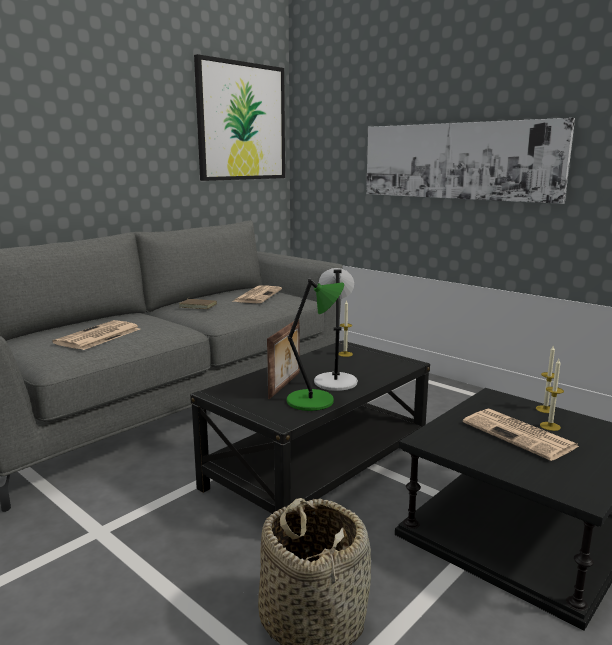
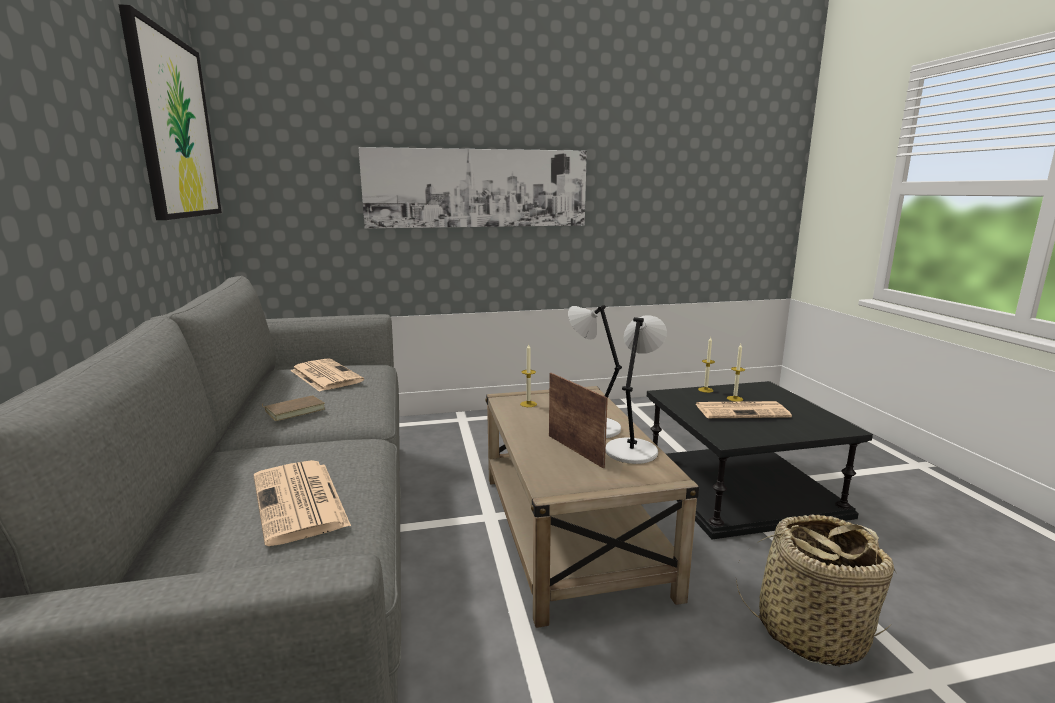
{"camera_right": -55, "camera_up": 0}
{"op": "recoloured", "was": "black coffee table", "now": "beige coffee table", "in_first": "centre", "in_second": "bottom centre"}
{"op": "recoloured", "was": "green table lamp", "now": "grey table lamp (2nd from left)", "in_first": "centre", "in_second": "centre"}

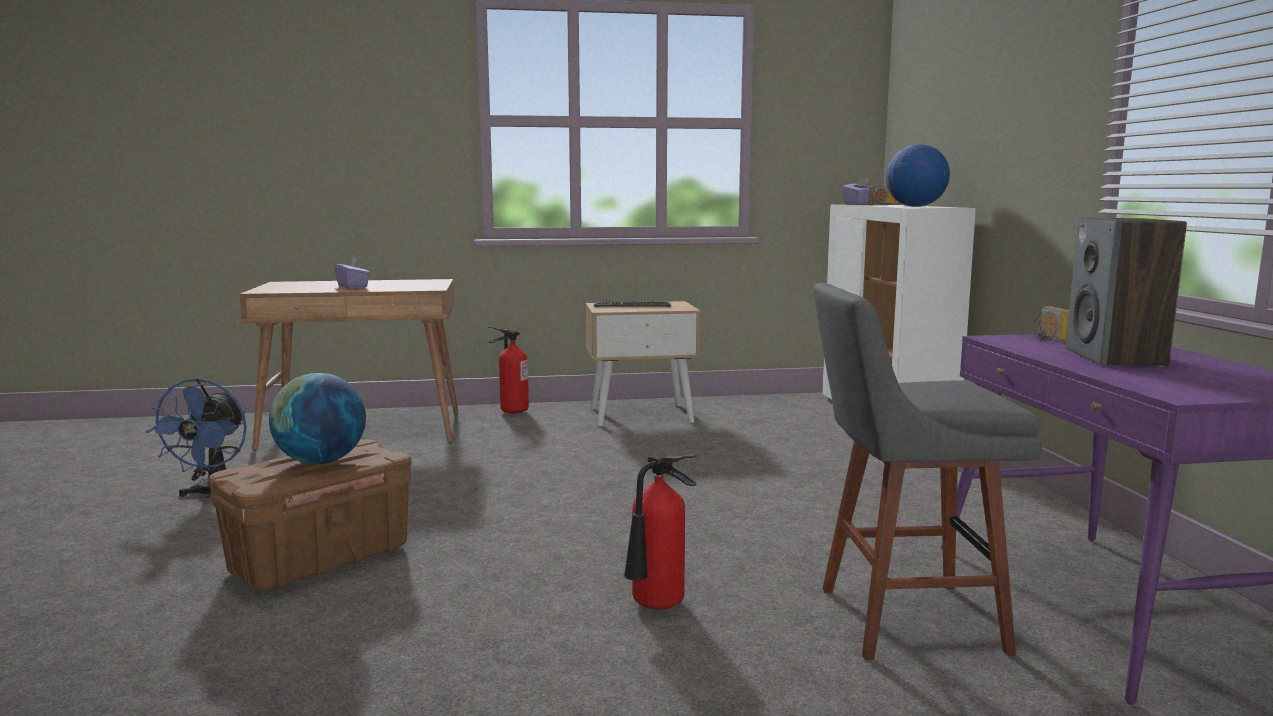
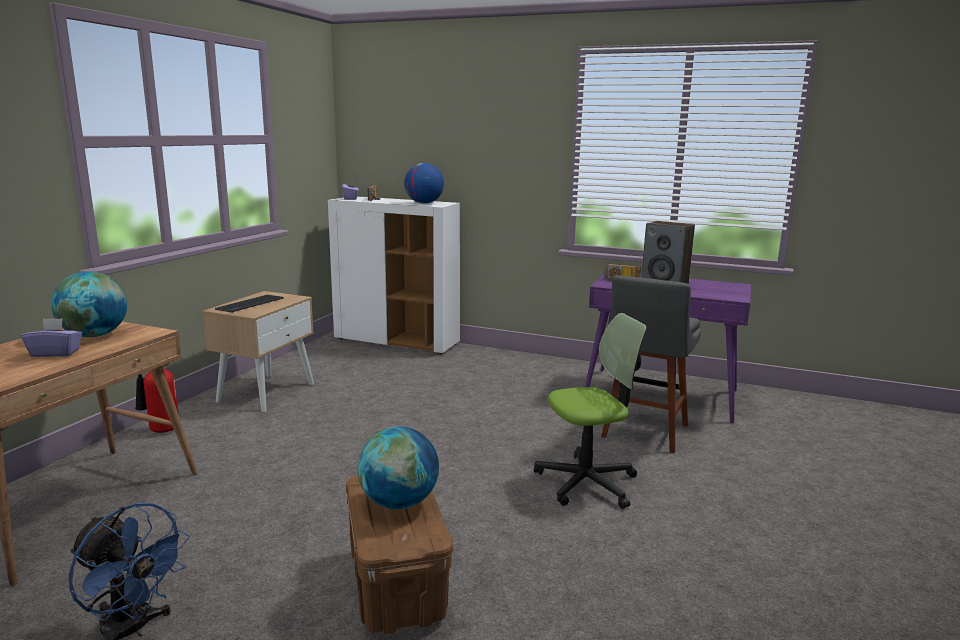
{"camera_right": -60, "camera_up": 5}
{"op": "replaced", "was": "fire extinguisher (2nd from left)", "now": "office chair", "in_first": "bottom centre", "in_second": "centre"}
{"op": "added", "now": "globe (1st from left)", "in_second": "middle left"}

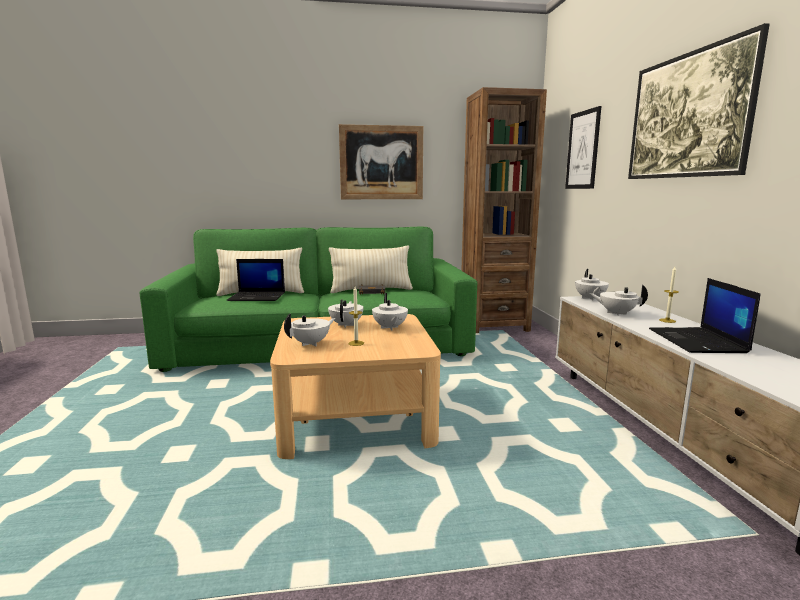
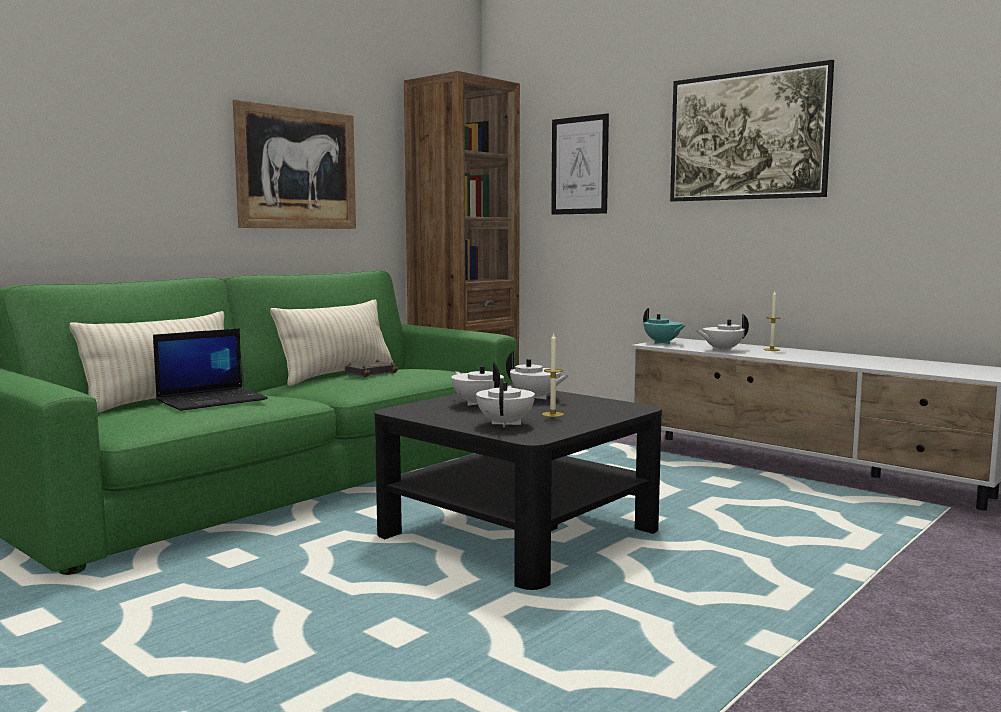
{"camera_right": -40, "camera_up": -5}
{"op": "recoloured", "was": "beige coffee table", "now": "black coffee table", "in_first": "centre", "in_second": "bottom centre"}
{"op": "recoloured", "was": "white teapot (4th from left)", "now": "turquoise teapot", "in_first": "middle right", "in_second": "centre"}
{"op": "removed", "was": "laptop (2nd from left)", "in_first": "middle right"}

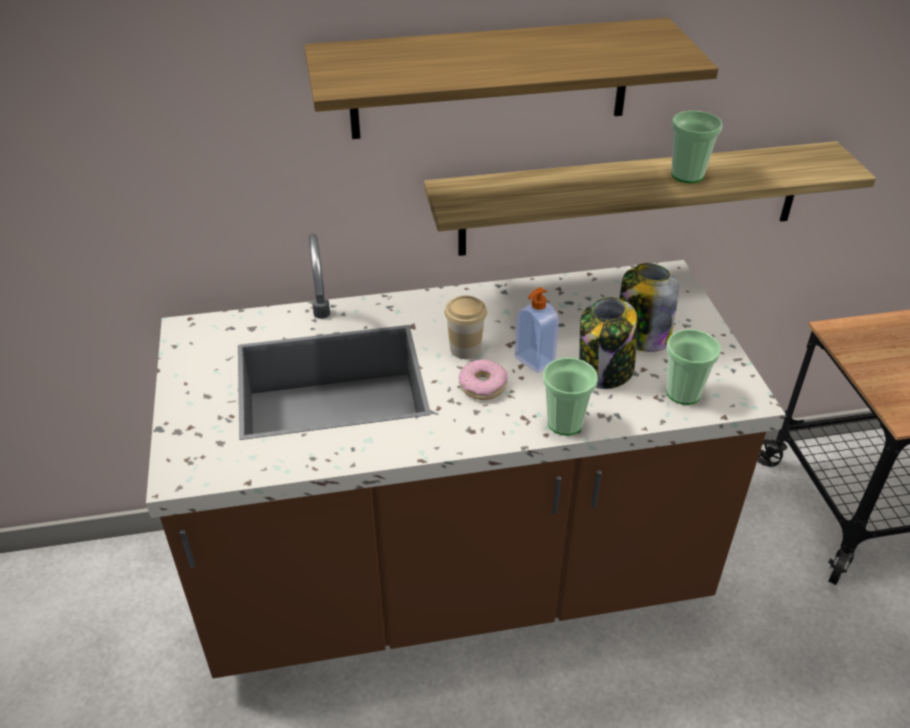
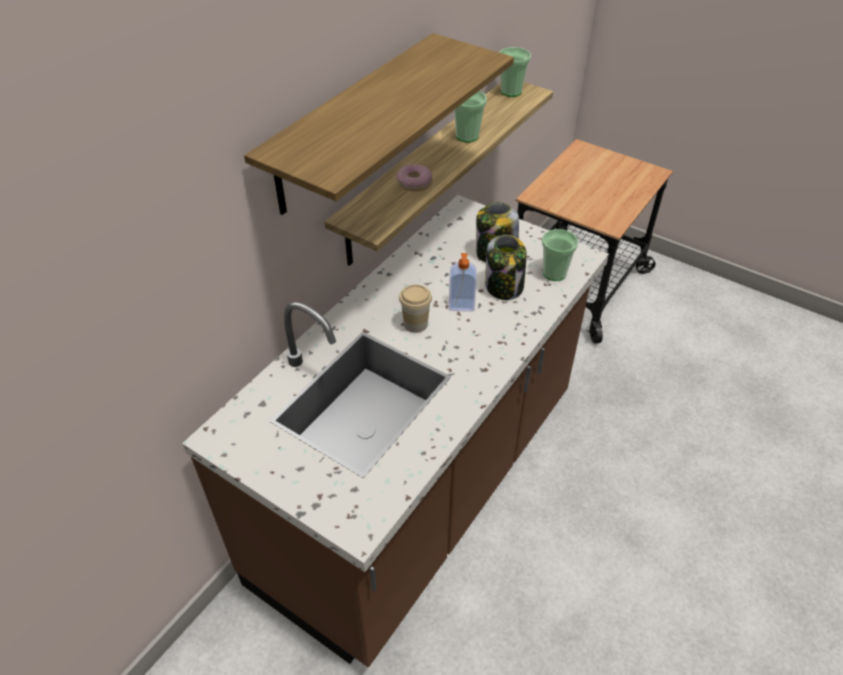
{"camera_right": -45, "camera_up": 5}
{"op": "moved", "was": "donut", "in_first": "centre", "in_second": "top centre"}
{"op": "moved", "was": "cup (2nd from left in the first image)", "now": "cup (3rd from left)", "in_first": "centre", "in_second": "top centre"}

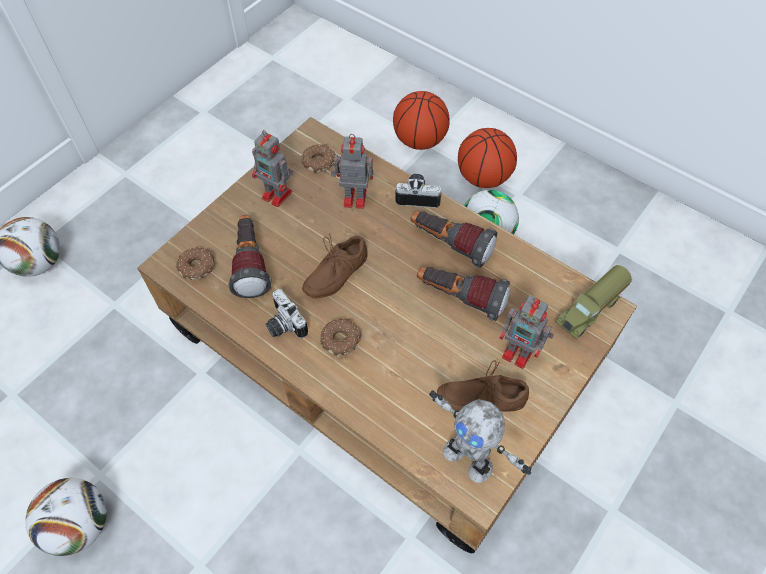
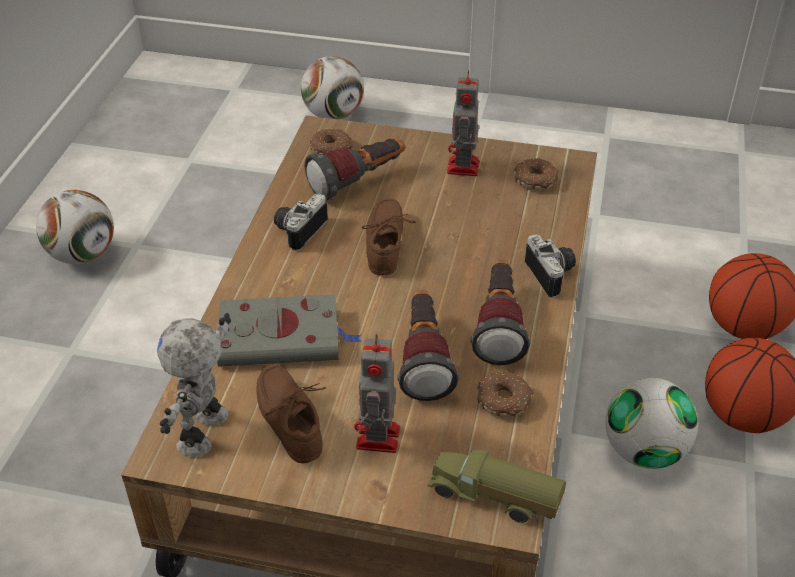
{"camera_right": 65, "camera_up": -15}
{"op": "turned", "was": "brown shoe (1st from left in the first image)", "in_first": "centre", "in_second": "centre", "clockwise": 75}
{"op": "moved", "was": "donut (3rd from left in the first image)", "now": "donut (2nd from left)", "in_first": "centre", "in_second": "bottom centre"}
{"op": "removed", "was": "toy robot (2nd from left)", "in_first": "top centre"}
{"op": "added", "now": "grey book", "in_second": "centre"}

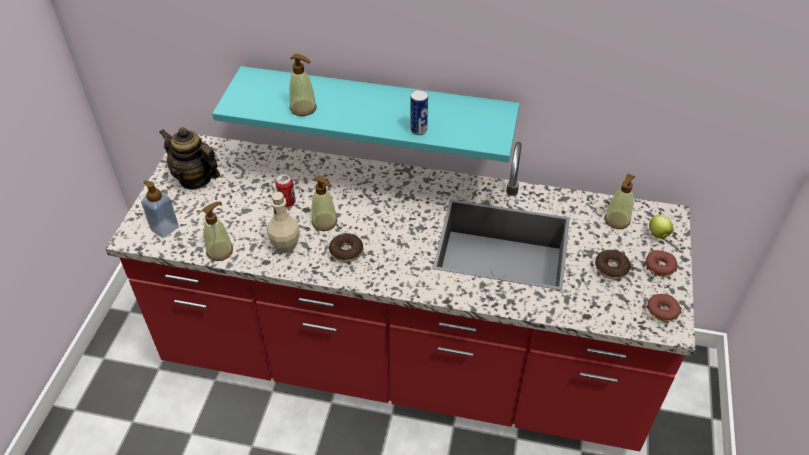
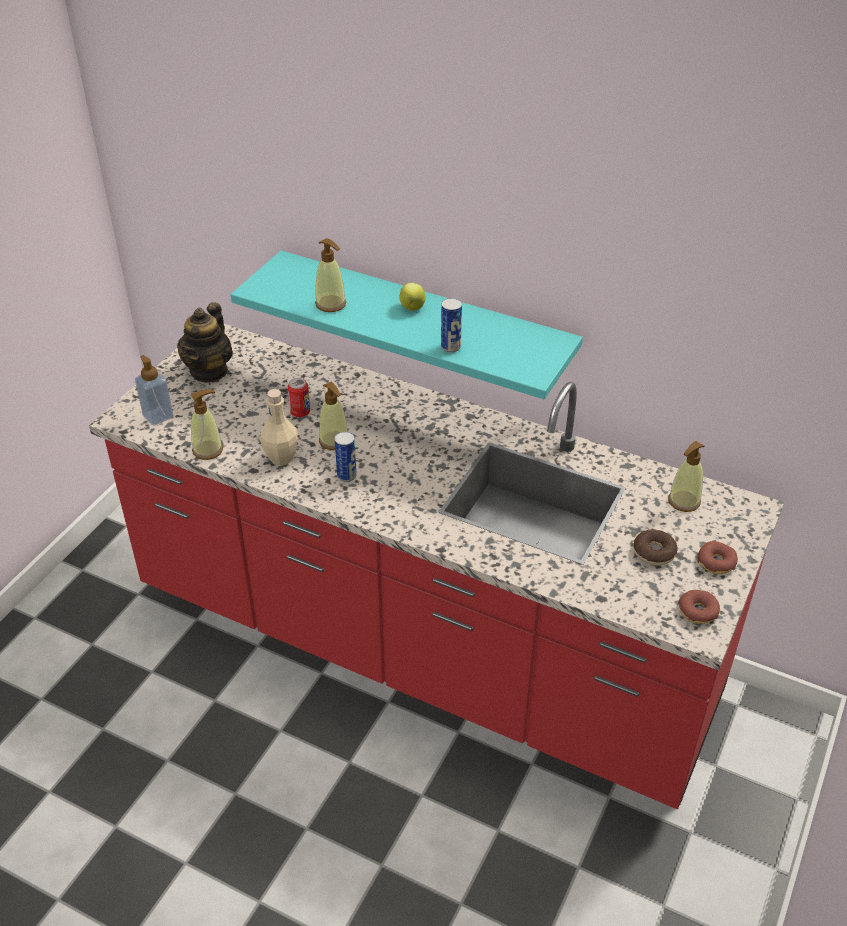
{"camera_right": 15, "camera_up": -5}
{"op": "turned", "was": "teapot", "in_first": "middle left", "in_second": "middle left", "clockwise": -120}
{"op": "replaced", "was": "donut (1st from left)", "now": "can (2nd from left)", "in_first": "centre", "in_second": "centre"}
{"op": "moved", "was": "apple", "in_first": "middle right", "in_second": "top centre"}

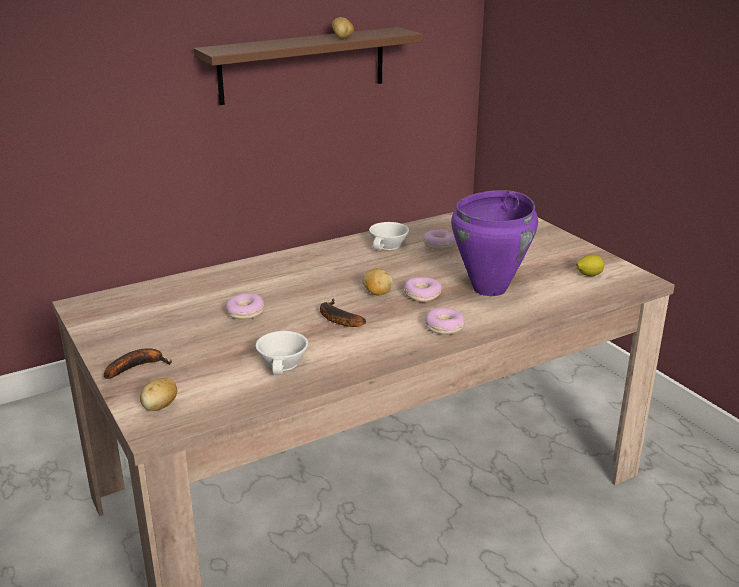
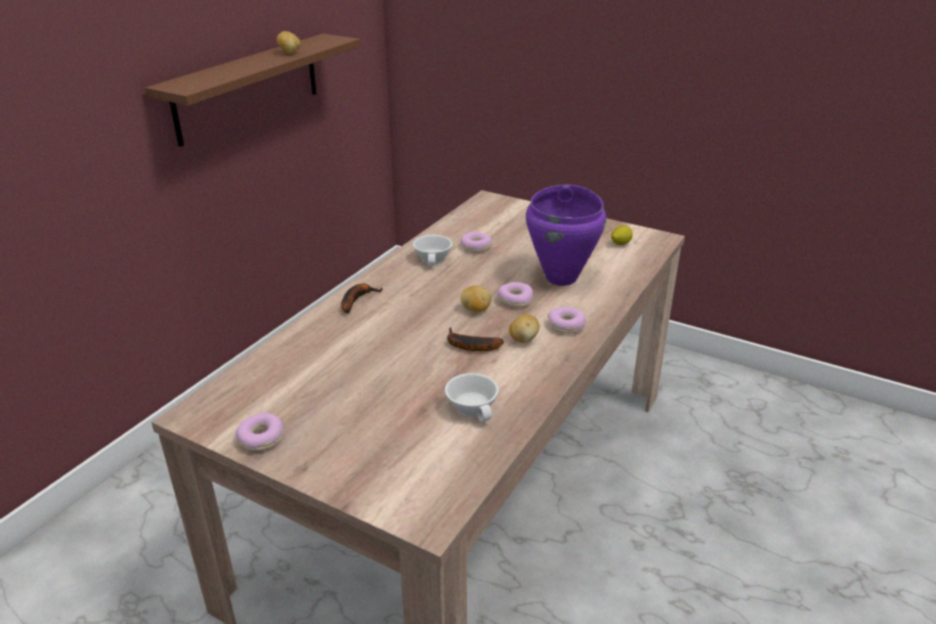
{"camera_right": -30, "camera_up": 5}
{"op": "moved", "was": "banana (1st from left)", "in_first": "middle left", "in_second": "centre"}
{"op": "moved", "was": "potato (1st from left in the first image)", "now": "potato (3rd from left)", "in_first": "bottom left", "in_second": "centre"}
{"op": "moved", "was": "donut (1st from left)", "in_first": "middle left", "in_second": "bottom left"}

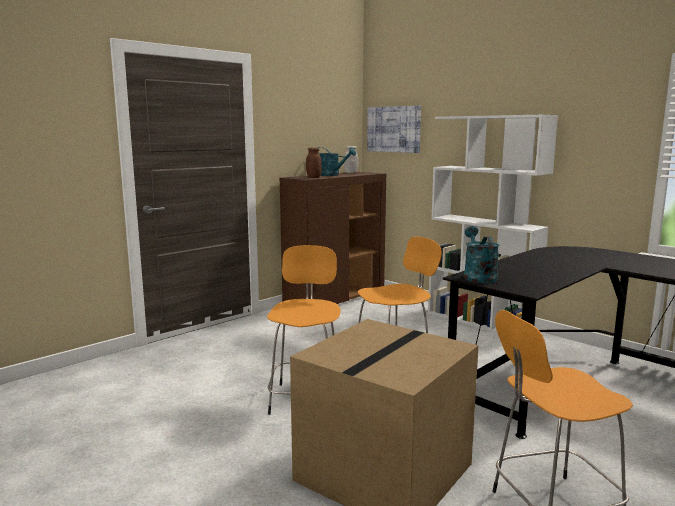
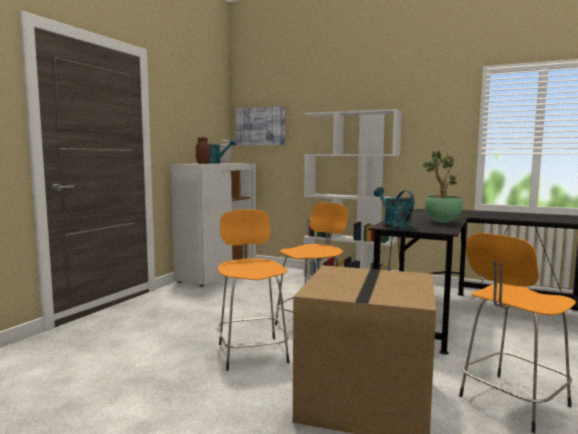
{"camera_right": -20, "camera_up": -5}
{"op": "recoloured", "was": "brown cabinet", "now": "white cabinet", "in_first": "centre", "in_second": "centre"}
{"op": "added", "now": "potted plant", "in_second": "middle right"}

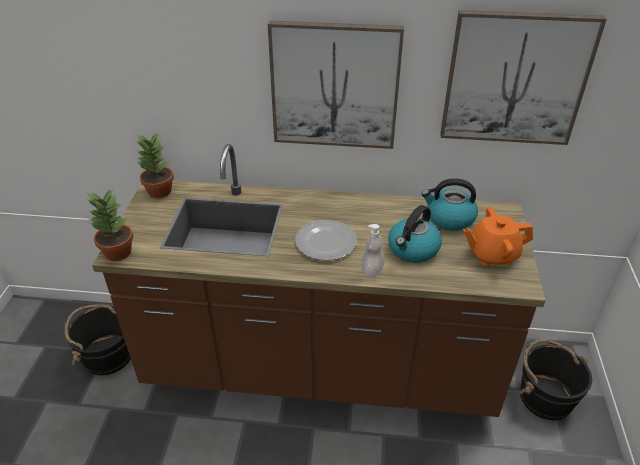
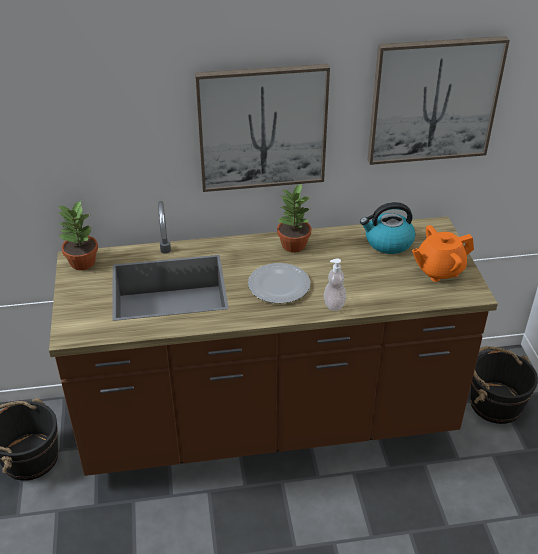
{"camera_right": -15, "camera_up": 0}
{"op": "moved", "was": "potted plant (1st from left in the first image)", "now": "potted plant (2nd from left)", "in_first": "middle left", "in_second": "centre"}
{"op": "removed", "was": "kettle (1st from left)", "in_first": "centre"}

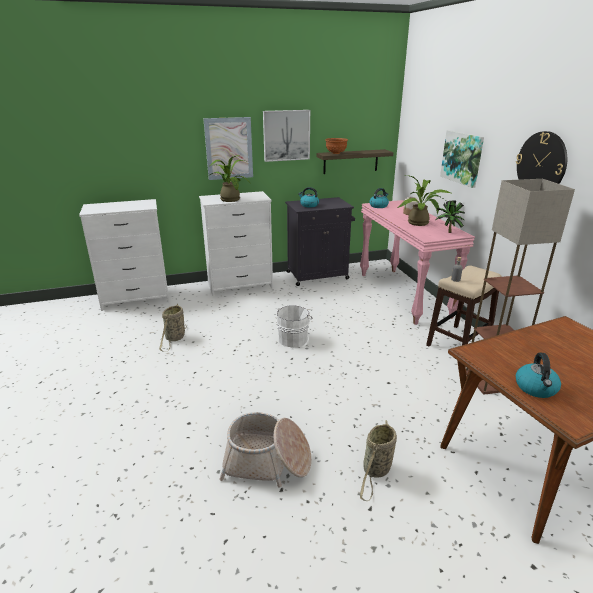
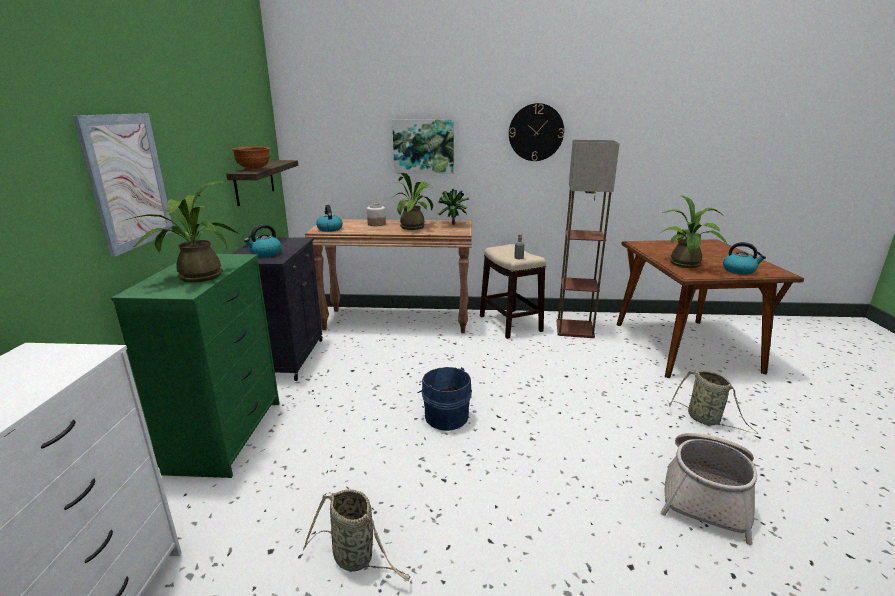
{"camera_right": -70, "camera_up": -5}
{"op": "recoloured", "was": "white dresser (2nd from left)", "now": "green dresser", "in_first": "centre", "in_second": "middle left"}
{"op": "removed", "was": "picture (2nd from left)", "in_first": "top centre"}
{"op": "recoloured", "was": "white bucket", "now": "blue bucket", "in_first": "centre", "in_second": "bottom centre"}
{"op": "recoloured", "was": "pink console table", "now": "brown console table", "in_first": "middle right", "in_second": "centre"}
{"op": "added", "now": "potted plant (4th from left)", "in_second": "middle right"}

